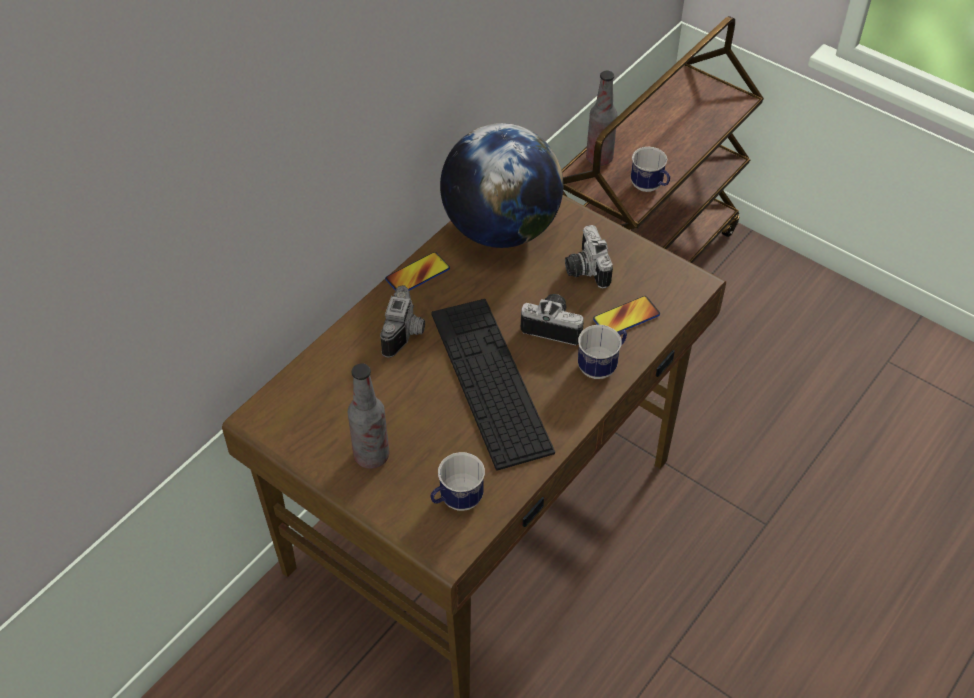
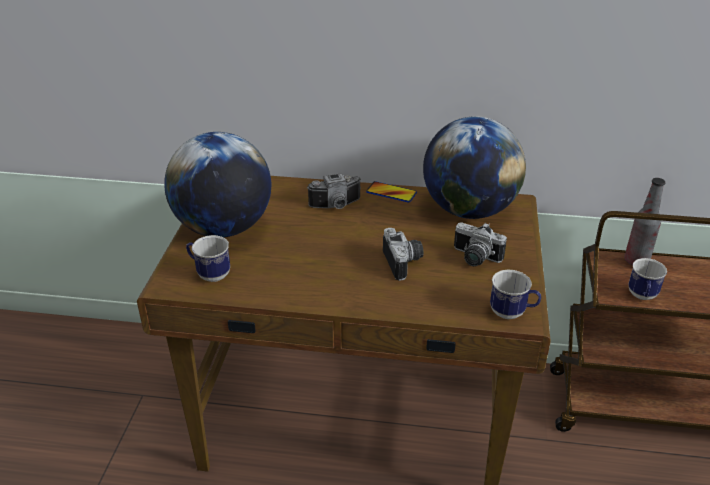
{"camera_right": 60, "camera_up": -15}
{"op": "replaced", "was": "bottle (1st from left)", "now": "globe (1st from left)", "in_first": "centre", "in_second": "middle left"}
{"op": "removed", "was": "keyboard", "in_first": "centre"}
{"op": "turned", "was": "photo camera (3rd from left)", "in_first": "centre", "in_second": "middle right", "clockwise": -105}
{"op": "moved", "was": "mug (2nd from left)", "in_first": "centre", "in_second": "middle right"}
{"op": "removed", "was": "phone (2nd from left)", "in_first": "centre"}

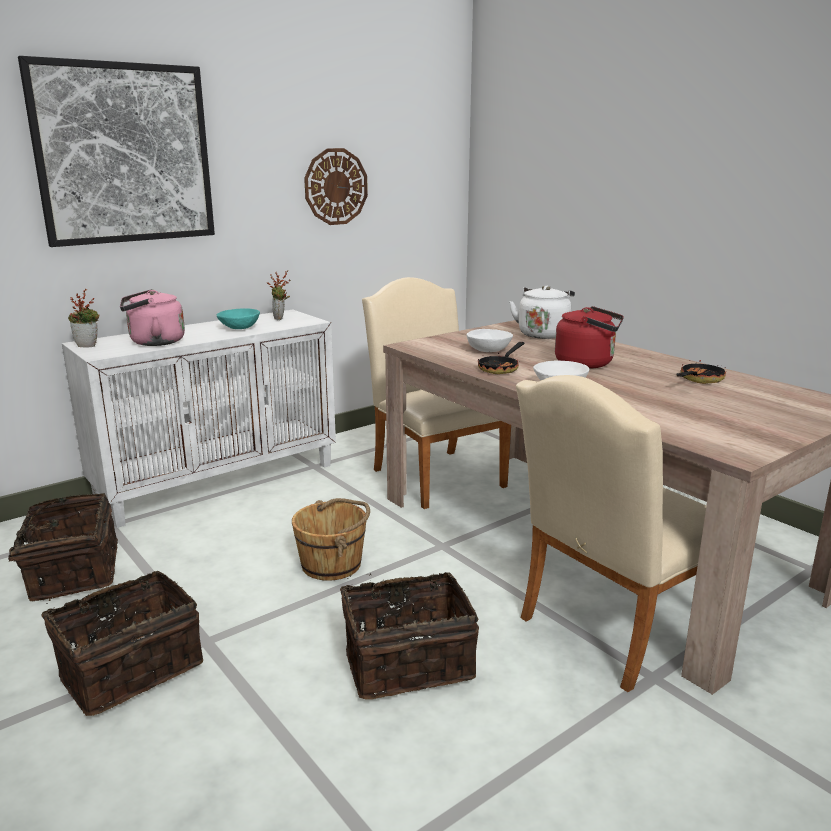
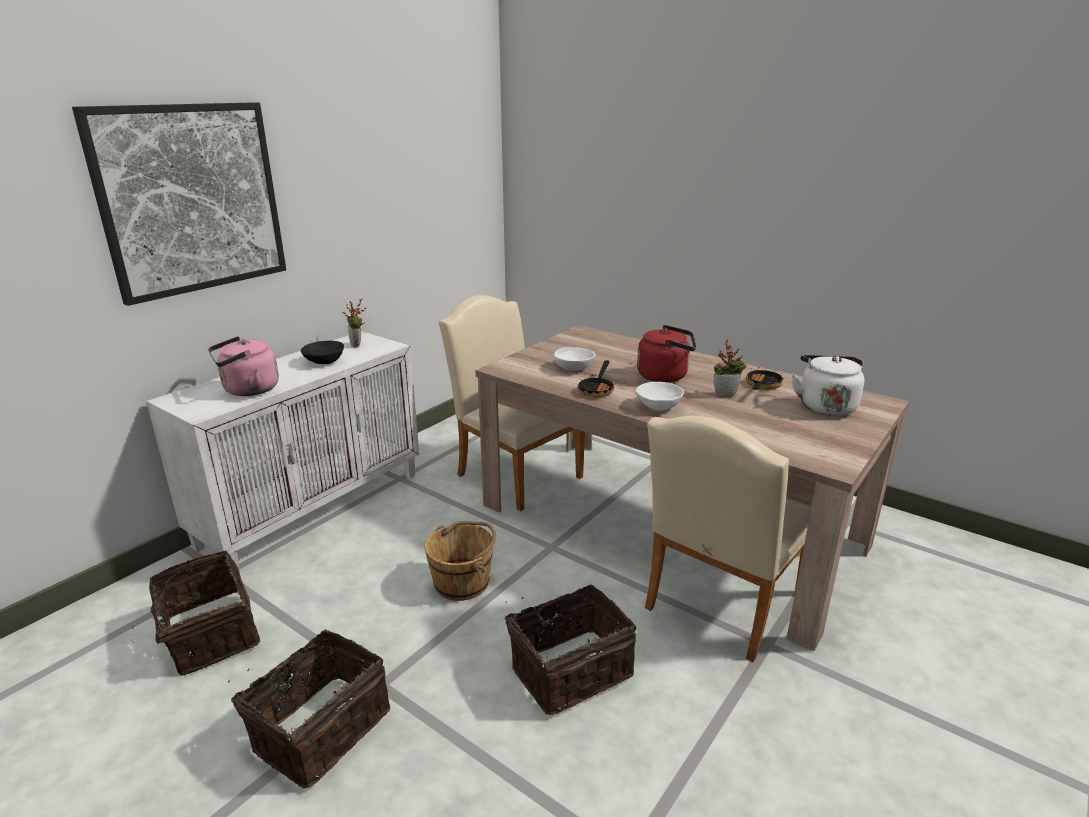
{"camera_right": -15, "camera_up": 5}
{"op": "moved", "was": "potted plant (1st from left in the first image)", "now": "potted plant (2nd from left)", "in_first": "middle left", "in_second": "middle right"}
{"op": "recoloured", "was": "turquoise bowl", "now": "black bowl", "in_first": "middle left", "in_second": "middle left"}
{"op": "removed", "was": "wall clock", "in_first": "top centre"}
{"op": "moved", "was": "white kettle", "in_first": "centre", "in_second": "middle right"}

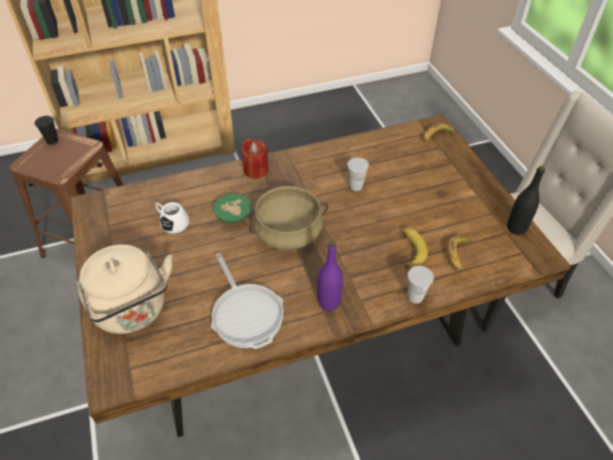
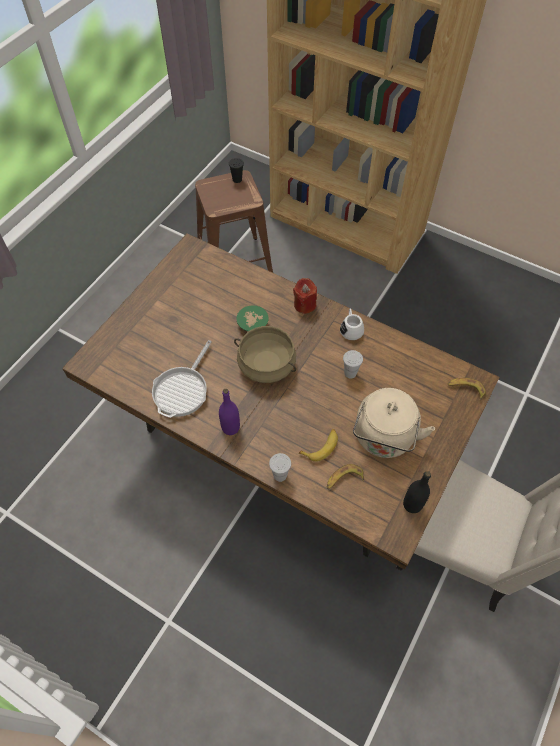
{"camera_right": 50, "camera_up": 10}
{"op": "moved", "was": "beige kettle", "in_first": "middle left", "in_second": "middle right"}
{"op": "moved", "was": "white mug", "in_first": "middle left", "in_second": "centre"}

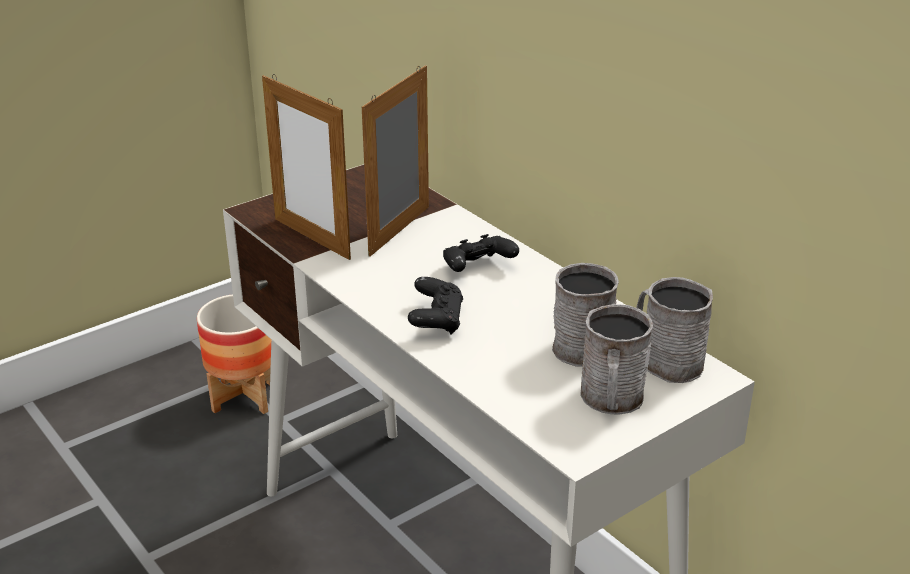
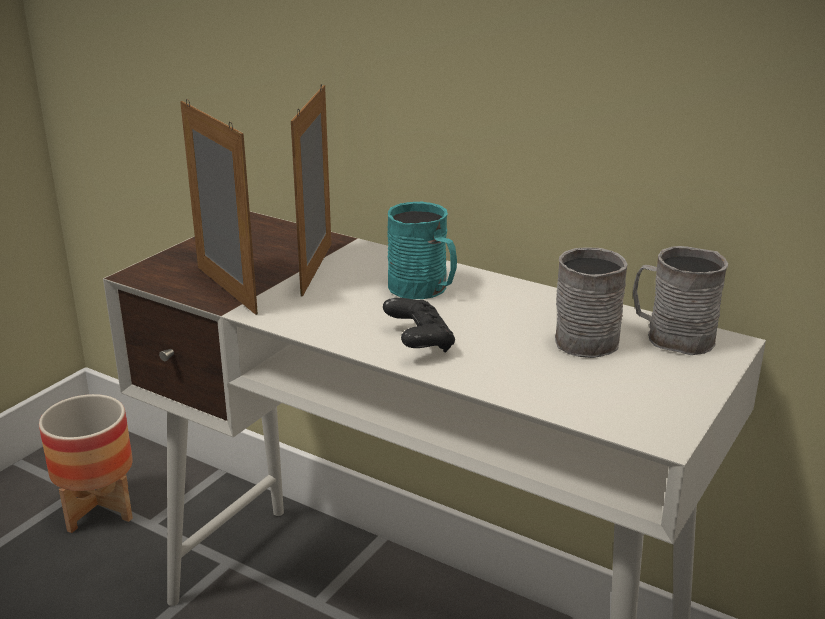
{"camera_right": -20, "camera_up": -5}
{"op": "turned", "was": "picture frame (1st from left)", "in_first": "top centre", "in_second": "middle left", "clockwise": -150}
{"op": "replaced", "was": "black game controller (2nd from left)", "now": "turquoise mug", "in_first": "centre", "in_second": "centre"}
{"op": "removed", "was": "grey mug (2nd from left)", "in_first": "middle right"}

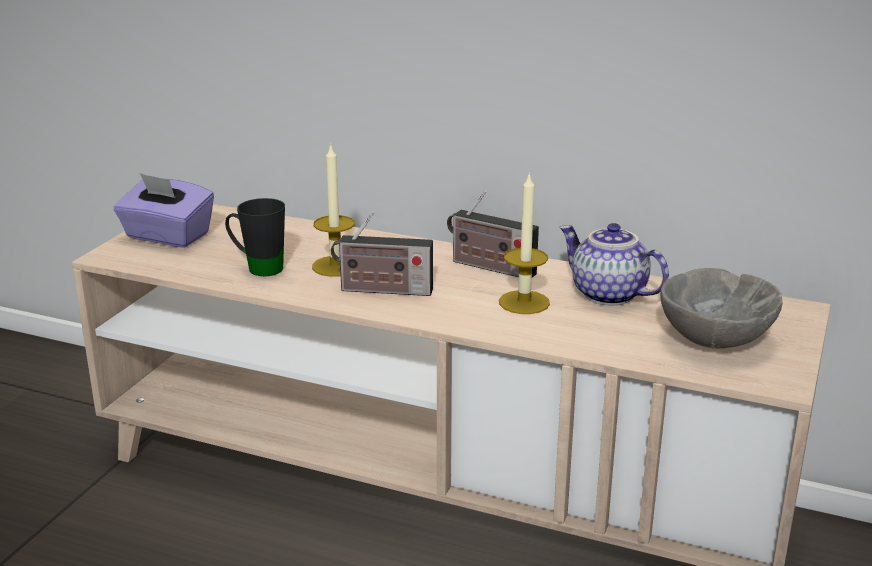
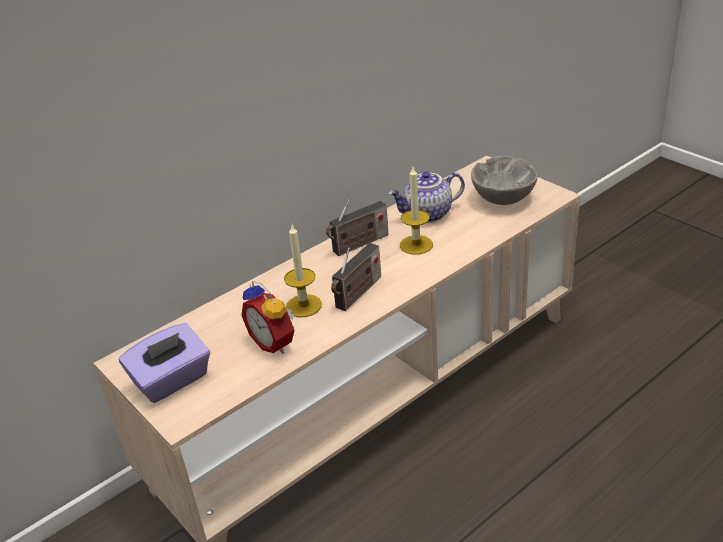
{"camera_right": -60, "camera_up": 10}
{"op": "replaced", "was": "black mug", "now": "alarm clock", "in_first": "middle left", "in_second": "centre"}

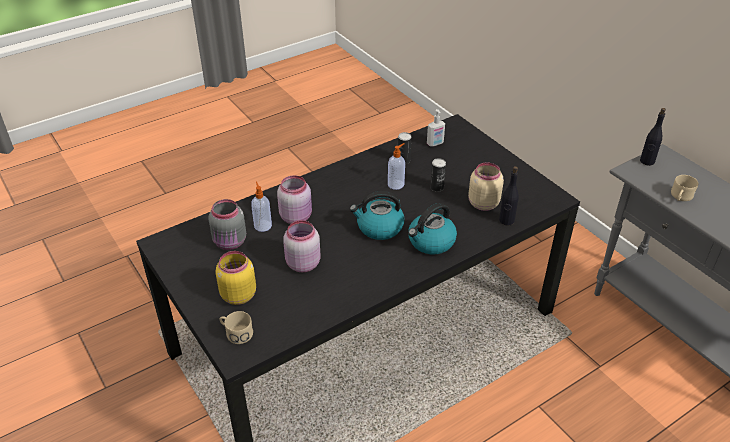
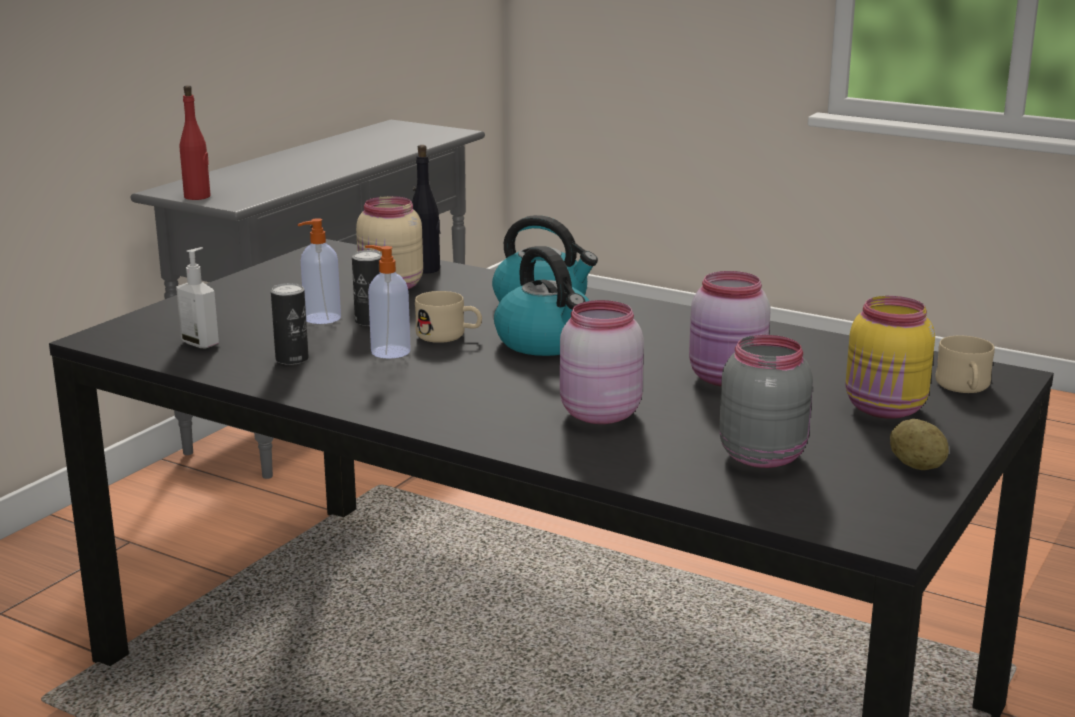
{"camera_right": -115, "camera_up": -20}
{"op": "moved", "was": "soap dispenser (1st from left in the first image)", "now": "soap dispenser (2nd from left)", "in_first": "centre", "in_second": "middle left"}
{"op": "recoloured", "was": "black bottle (2nd from left)", "now": "red bottle", "in_first": "top right", "in_second": "top left"}
{"op": "moved", "was": "beige mug (2nd from left in the first image)", "now": "beige mug (1st from left)", "in_first": "middle right", "in_second": "centre"}
{"op": "added", "now": "potato", "in_second": "middle right"}

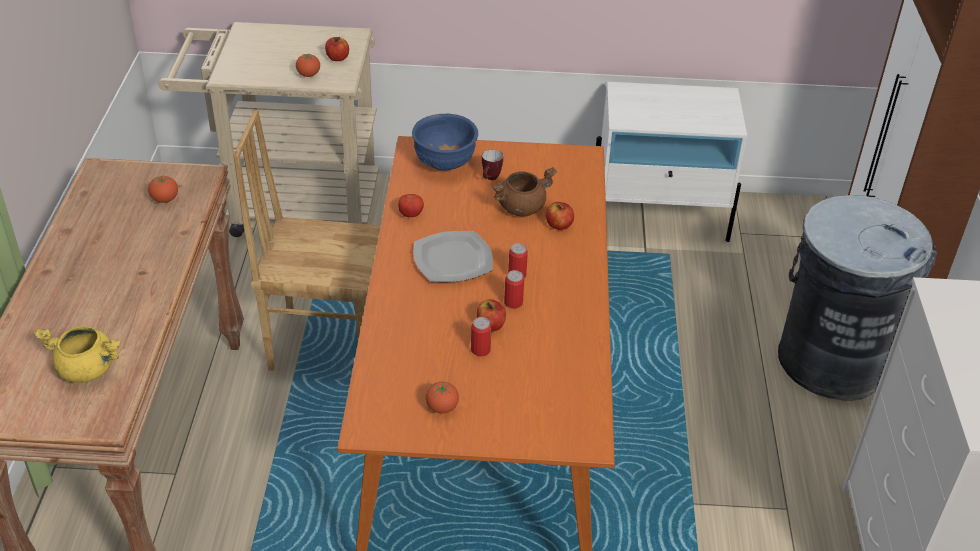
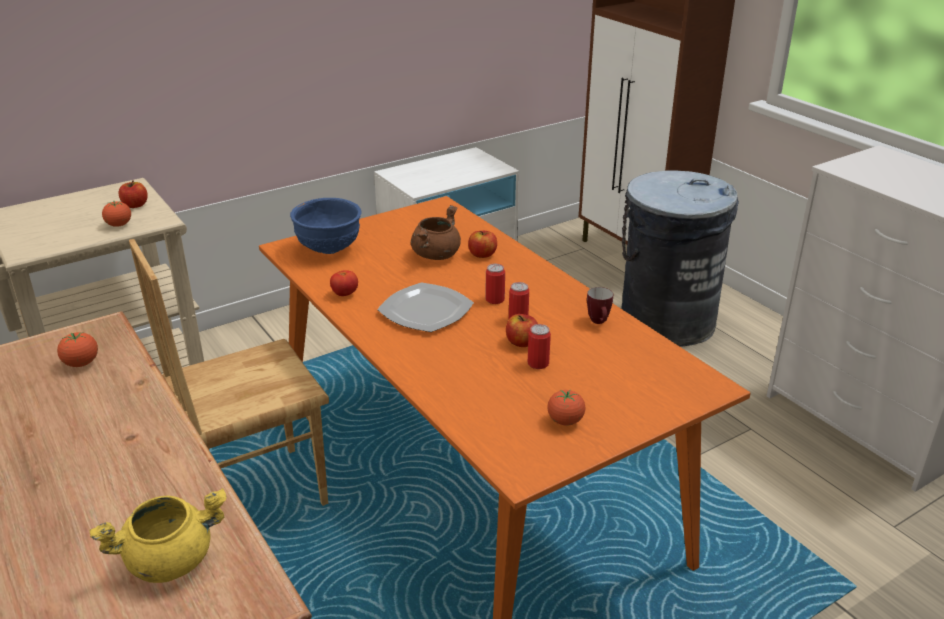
{"camera_right": -35, "camera_up": -10}
{"op": "moved", "was": "mug", "in_first": "top centre", "in_second": "centre"}

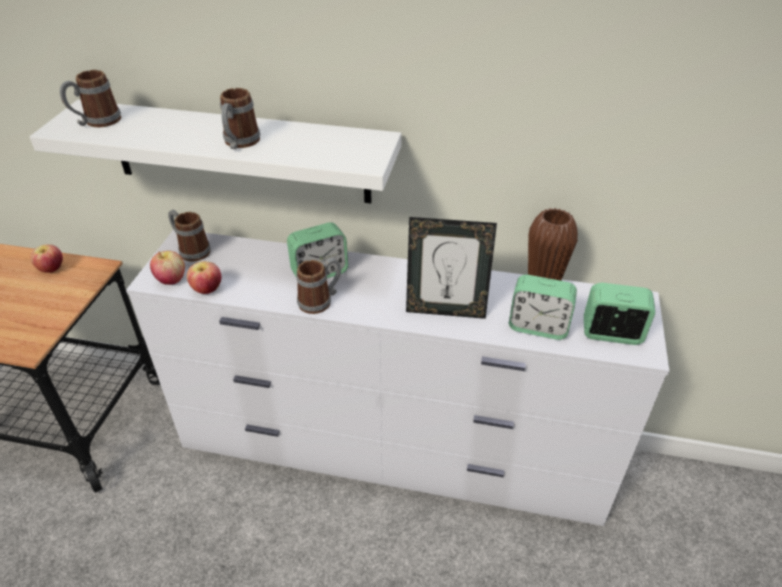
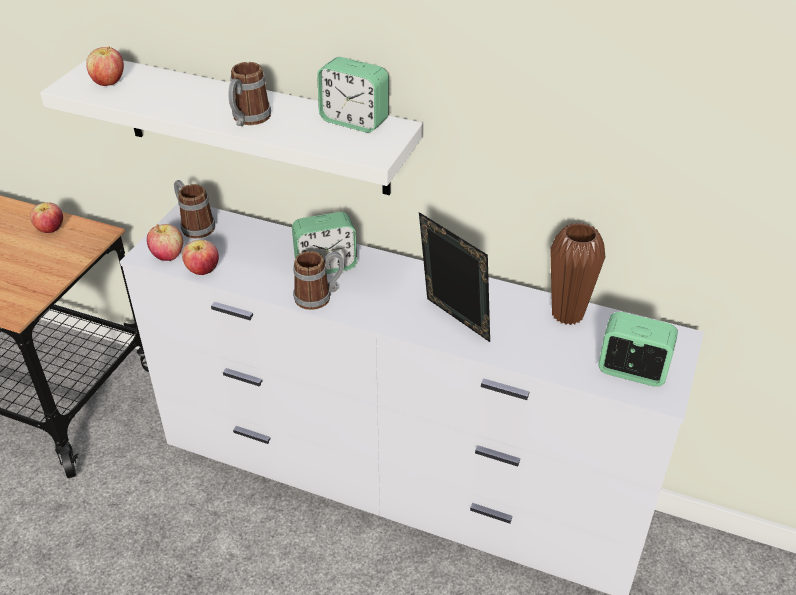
{"camera_right": 10, "camera_up": 0}
{"op": "replaced", "was": "mug (1st from left)", "now": "apple (2nd from left)", "in_first": "top left", "in_second": "top left"}
{"op": "turned", "was": "picture frame", "in_first": "centre", "in_second": "centre", "clockwise": -150}
{"op": "moved", "was": "alarm clock (2nd from left)", "in_first": "middle right", "in_second": "top centre"}

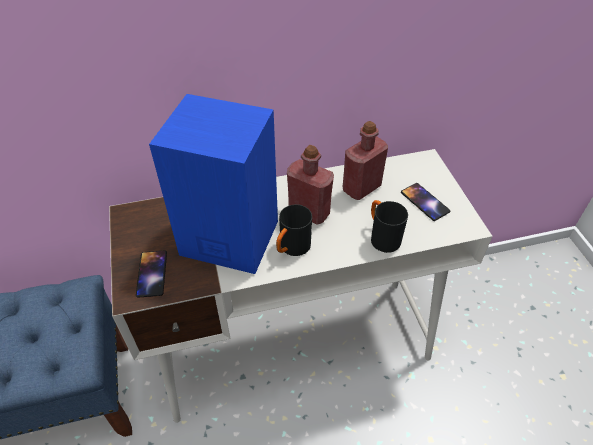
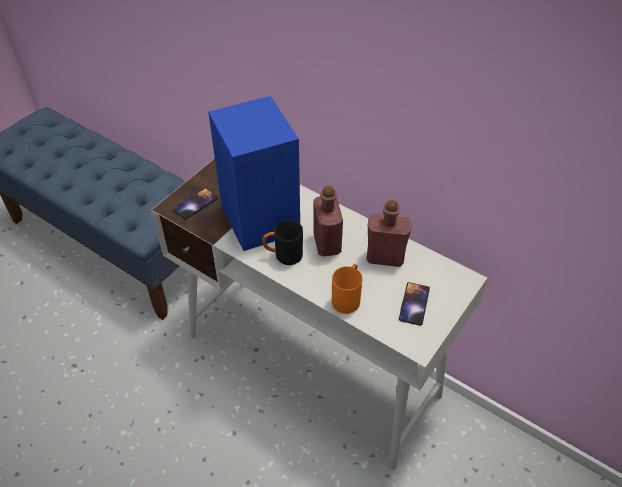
{"camera_right": 50, "camera_up": 0}
{"op": "recoloured", "was": "black mug (2nd from left)", "now": "orange mug", "in_first": "centre", "in_second": "centre"}

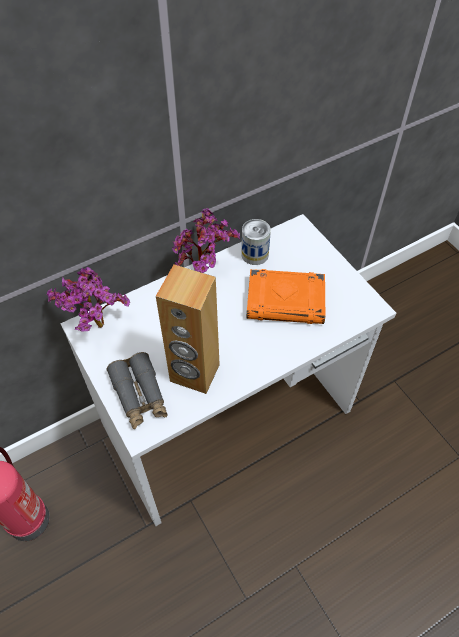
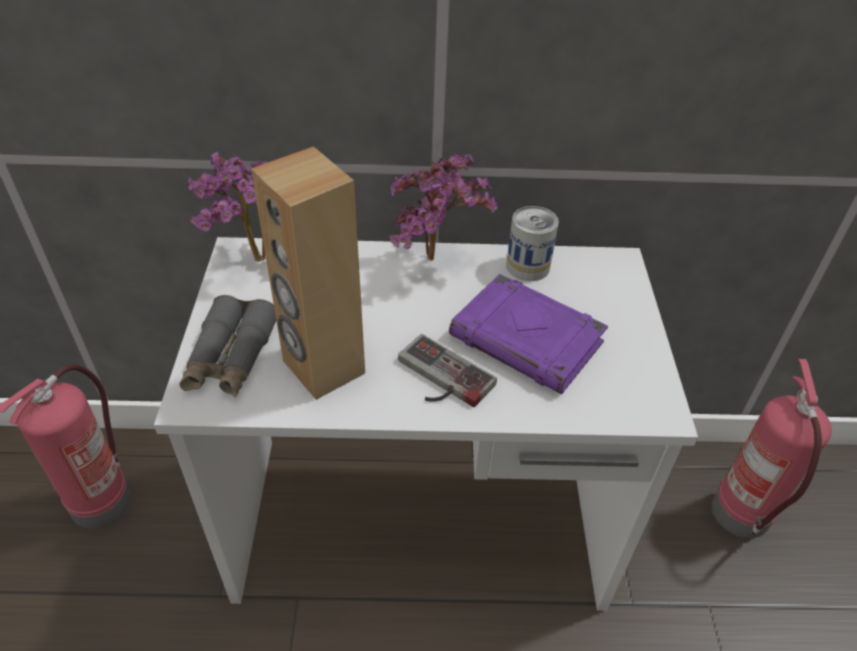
{"camera_right": 30, "camera_up": -10}
{"op": "recoloured", "was": "orange book", "now": "purple book", "in_first": "centre", "in_second": "centre"}
{"op": "added", "now": "game controller", "in_second": "centre"}
{"op": "added", "now": "fire extinguisher (2nd from left)", "in_second": "bottom right"}

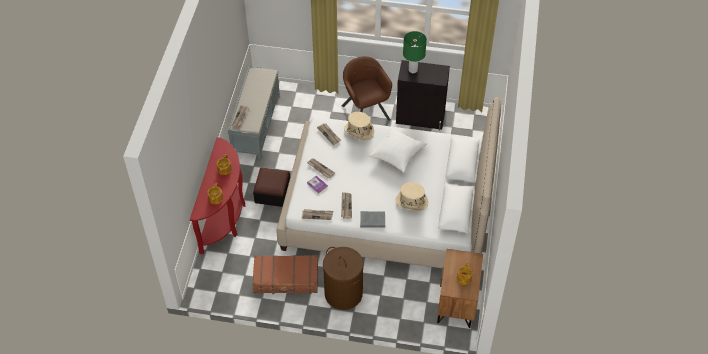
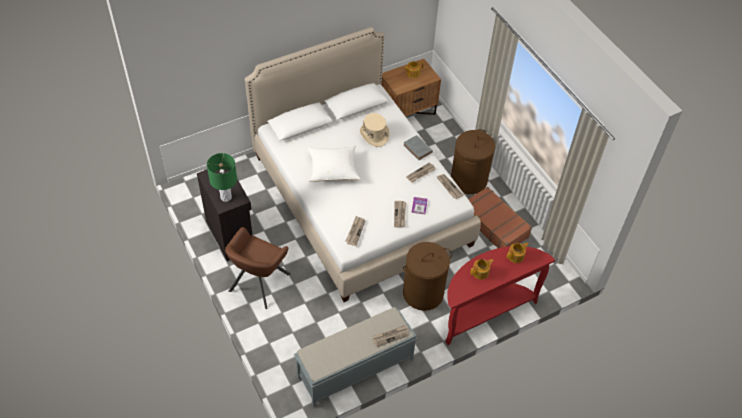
{"camera_right": -130, "camera_up": 0}
{"op": "replaced", "was": "ottoman", "now": "brown laundry basket (1st from left)", "in_first": "centre", "in_second": "centre"}
{"op": "removed", "was": "beige hat (1st from left)", "in_first": "centre"}

